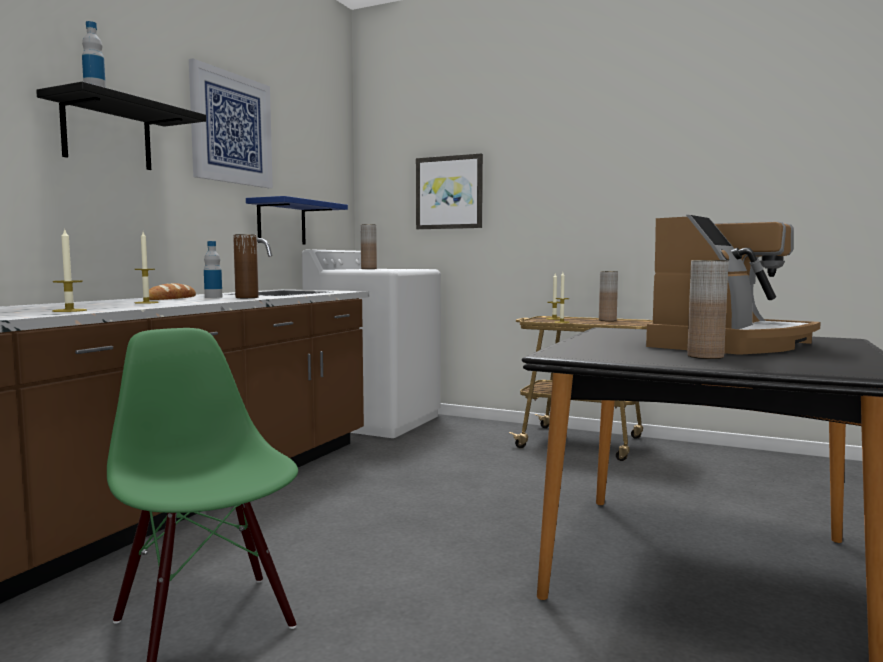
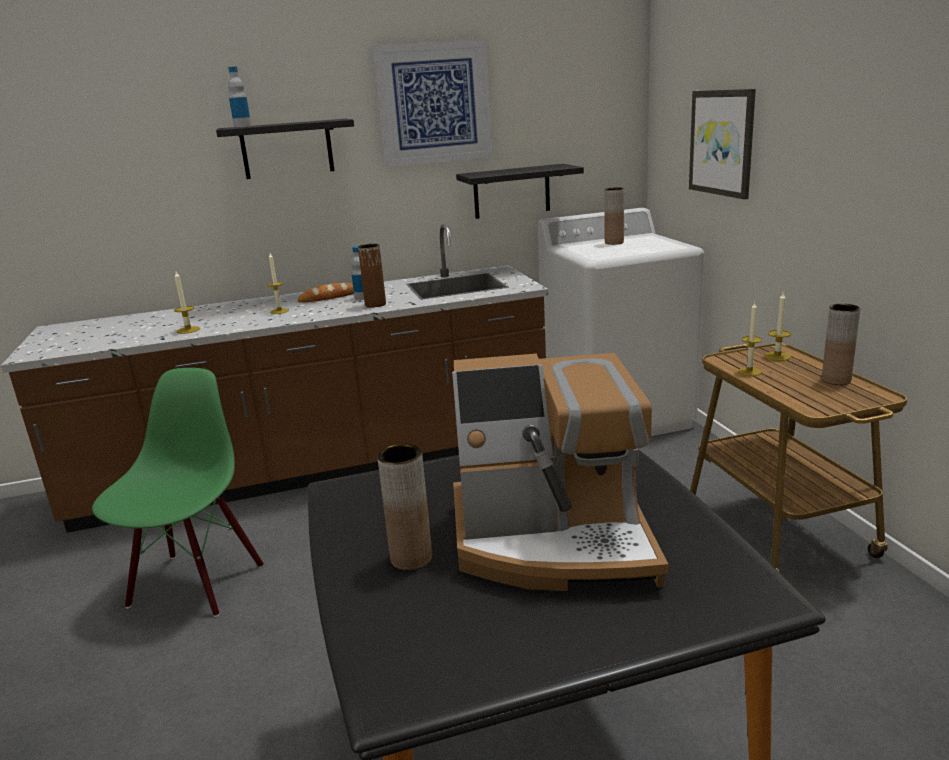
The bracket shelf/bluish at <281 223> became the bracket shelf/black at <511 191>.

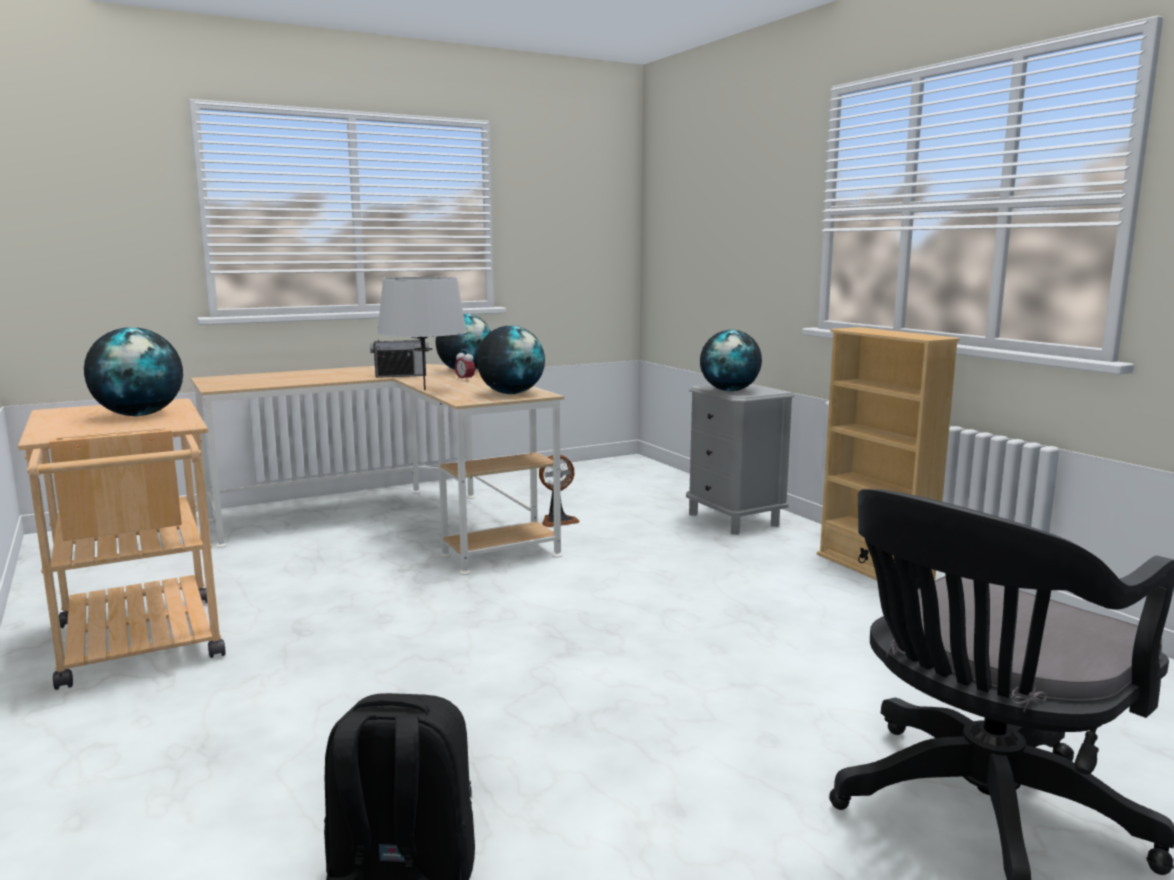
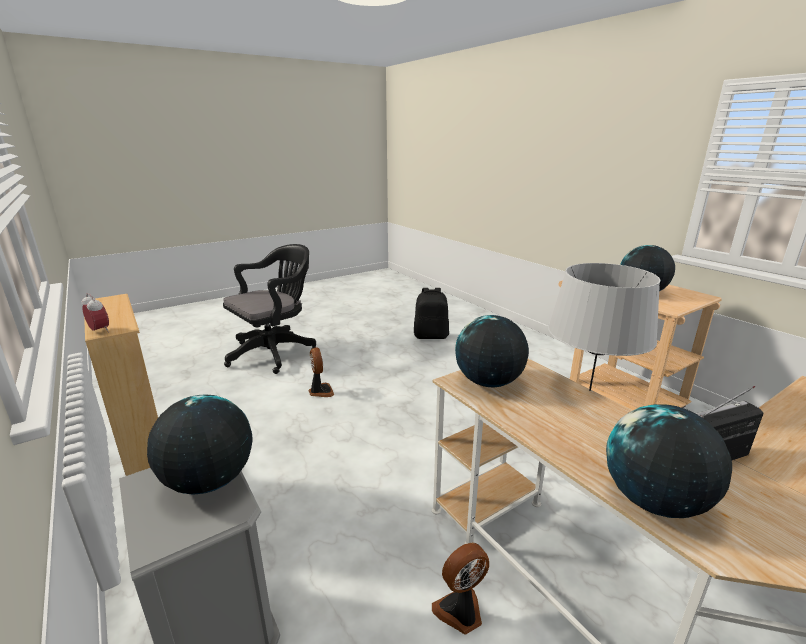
The alarm clock moved from <465 380> to <100 331>. The cooling fan at <320 391> appeared.

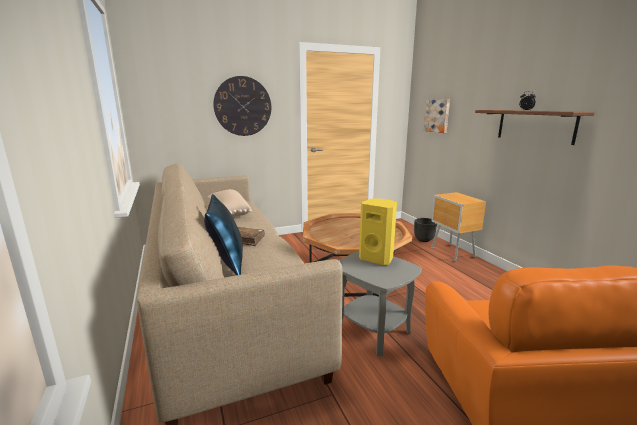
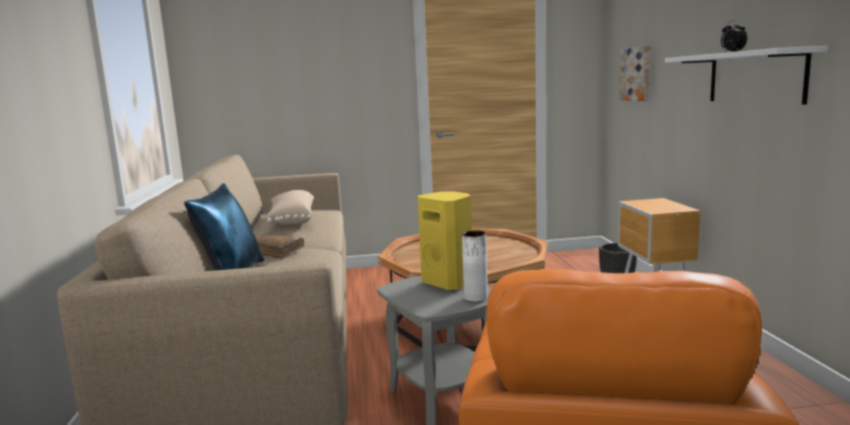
The flower vase/whitish at <475 297> appeared. The bracket shelf/brown at <535 126> became the bracket shelf/whitish at <755 77>. The hanging clock at <243 106> disappeared.

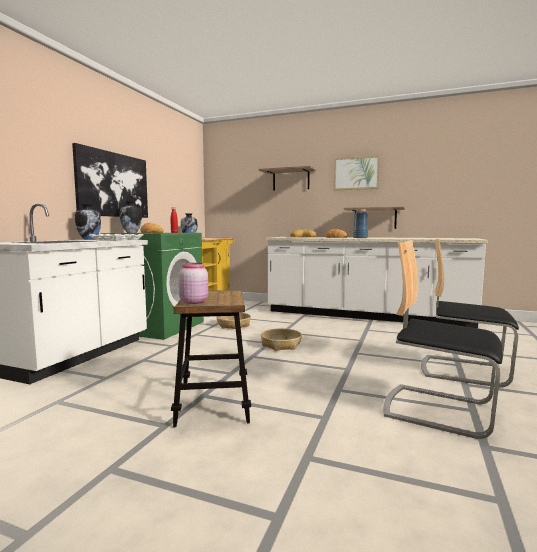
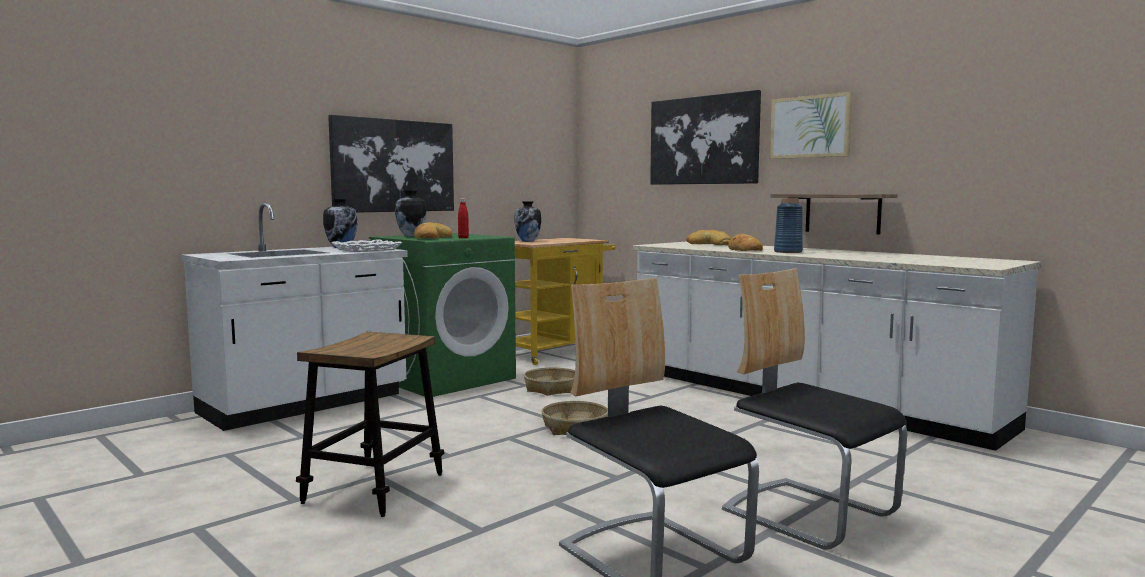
The bracket shelf at <291 180> was replaced by the picture at <703 140>. The preserve jar/pinkish at <194 302> disappeared.

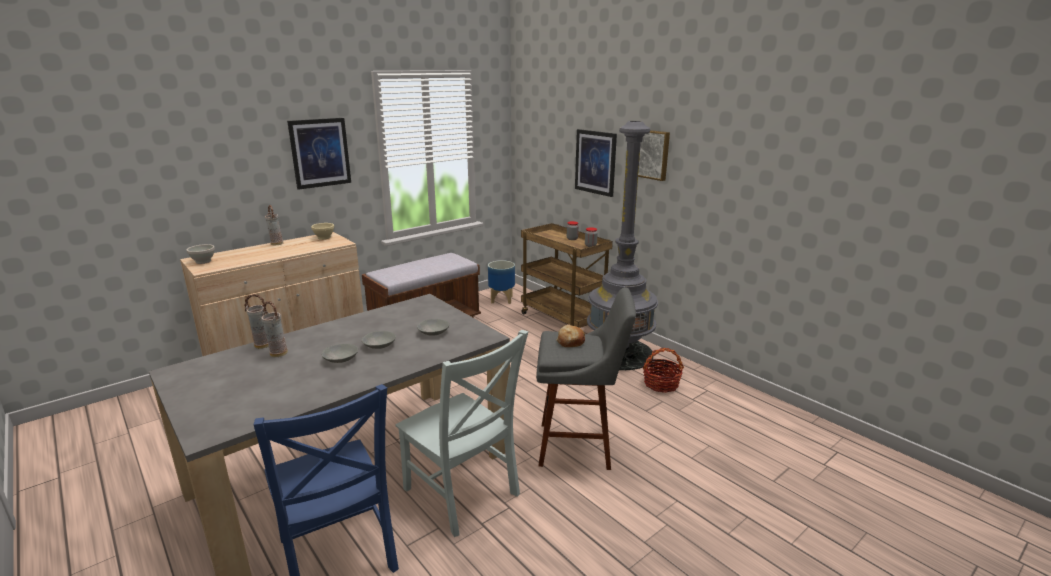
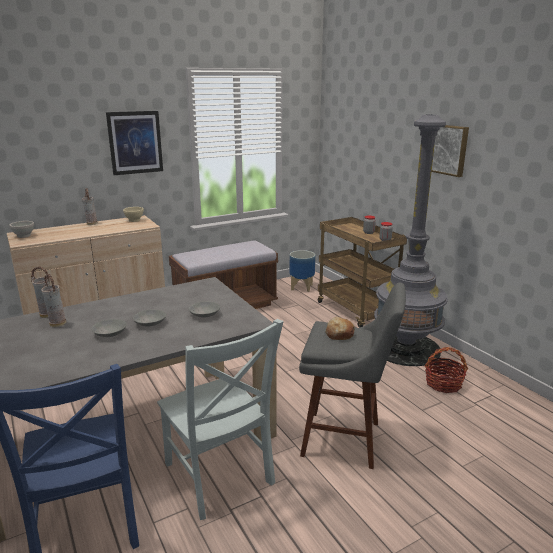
The picture at <595 162> disappeared.

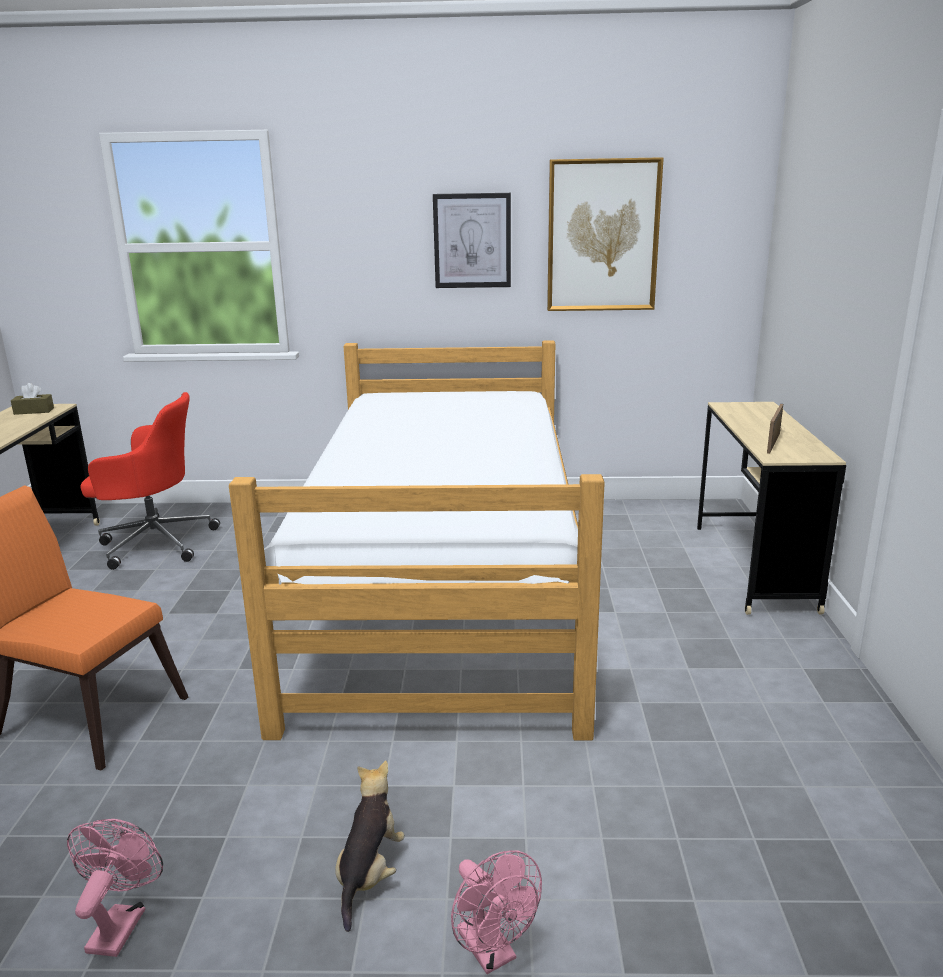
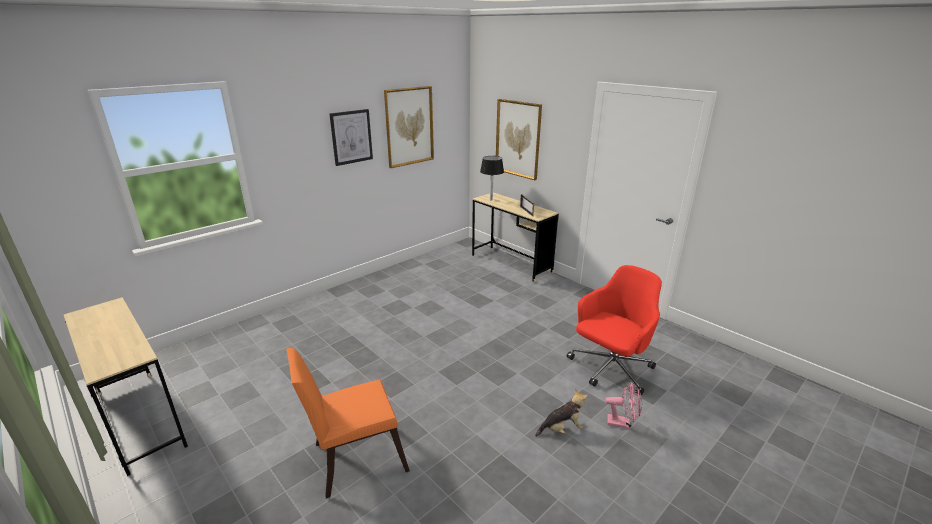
The tabletop lamp/black at <491 199> appeared. The picture at <518 139> appeared. The cuddly toy at <369 873> turned 105 degrees clockwise. The office chair/red moved from <154 543> to <610 369>. The tissue box/brown at <34 411> disappeared. The cooling fan/pinkish at <120 923> disappeared. The bedroom bed at <445 590> disappeared.

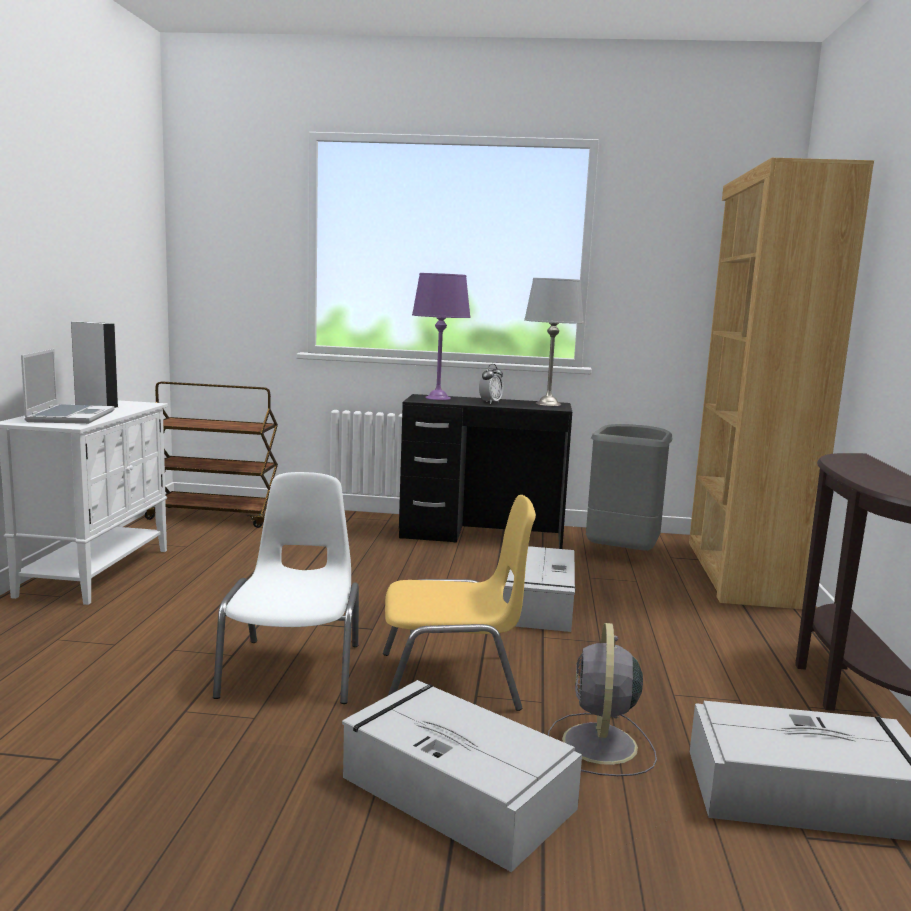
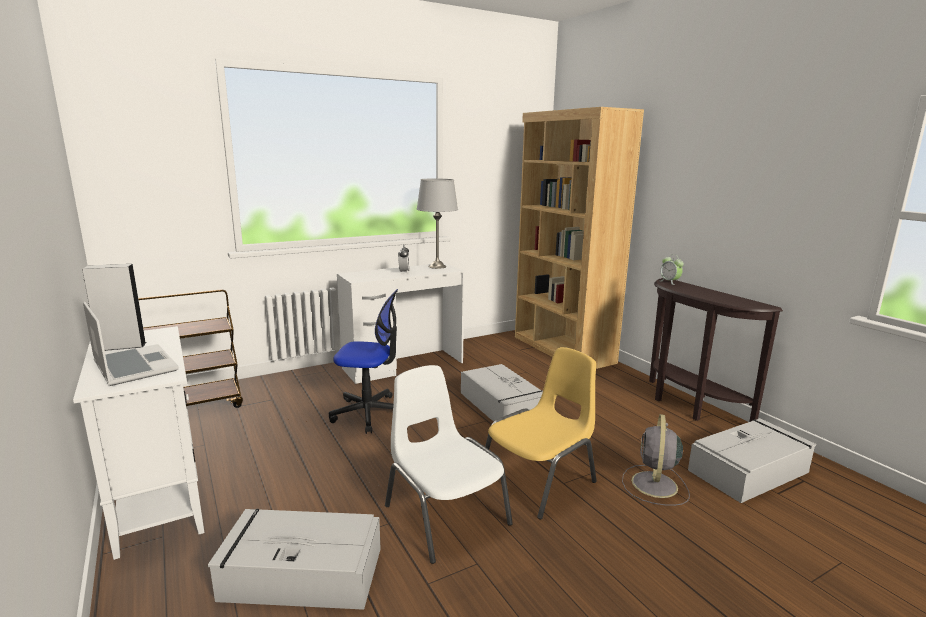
The storage bin/grey moved from <454 791> to <300 573>. The office chair at <369 413> appeared. The desk/black at <482 535> became the desk/whitish at <403 365>. The cooling fan/grey at <599 745> turned 45 degrees clockwise. The alarm clock at <669 282> appeared. The tabletop lamp/purple at <437 398> disappeared. The rubbish bin/grey at <622 554> disappeared.

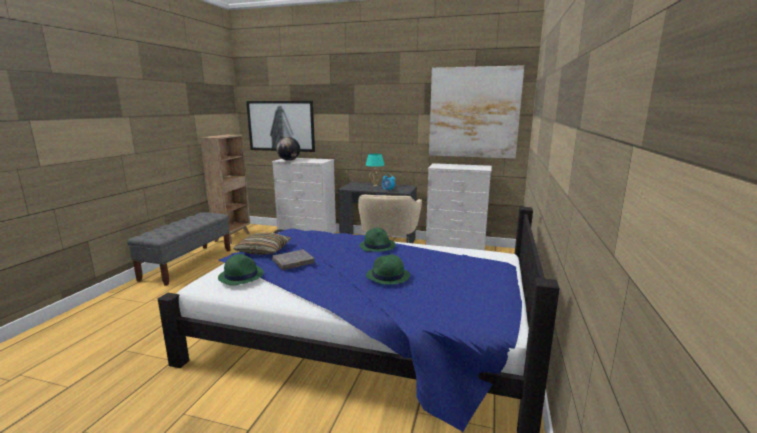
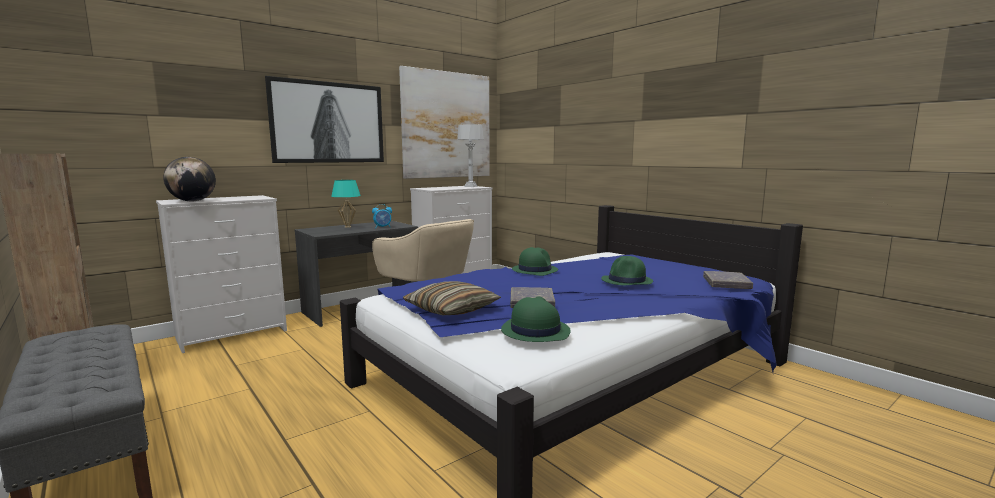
The picture moved from <281 126> to <328 122>. The tabletop lamp/grey at <471 186> appeared. The volume/grey at <726 283> appeared.

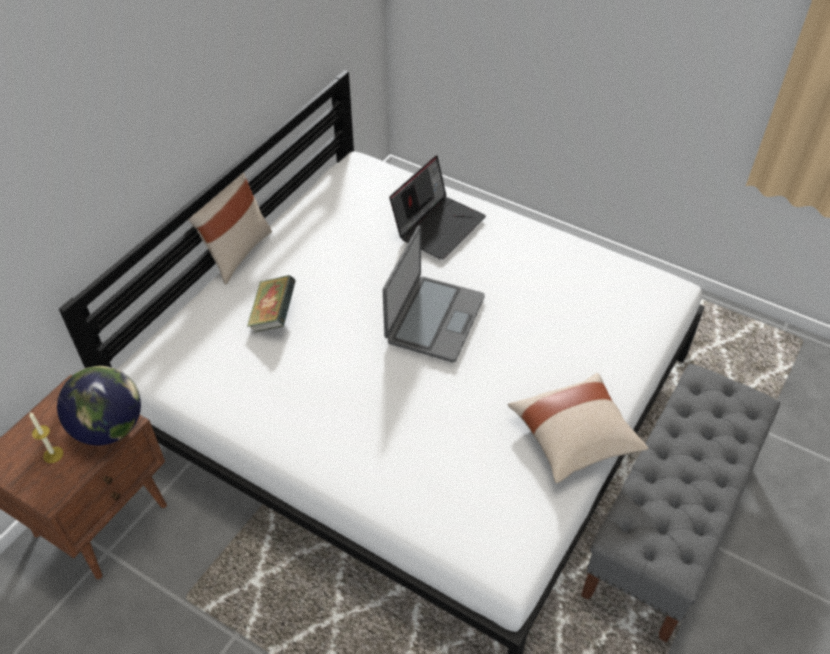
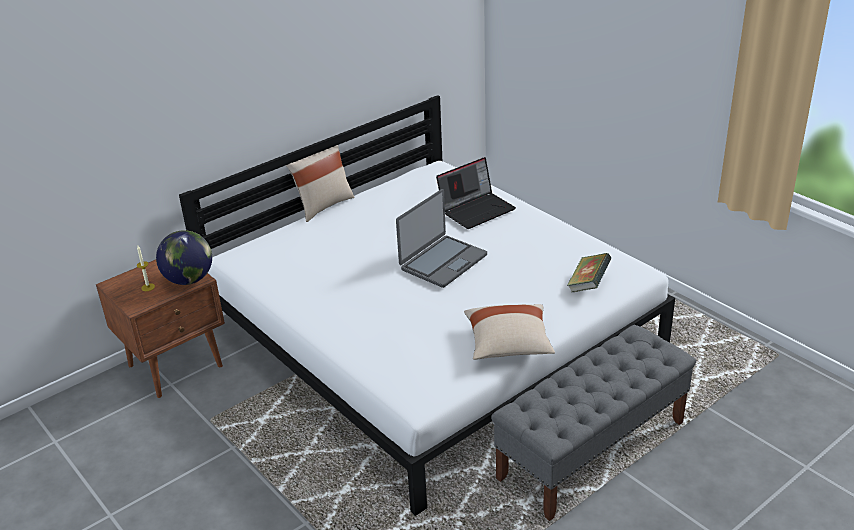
The volume moved from <273 316> to <588 284>.

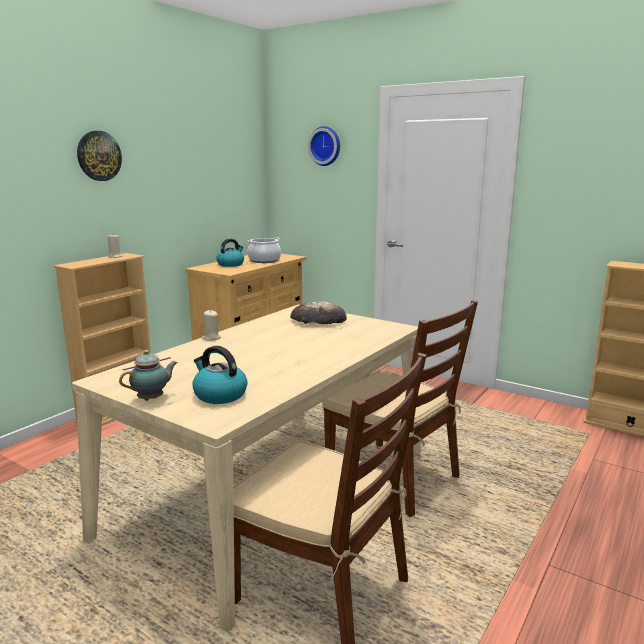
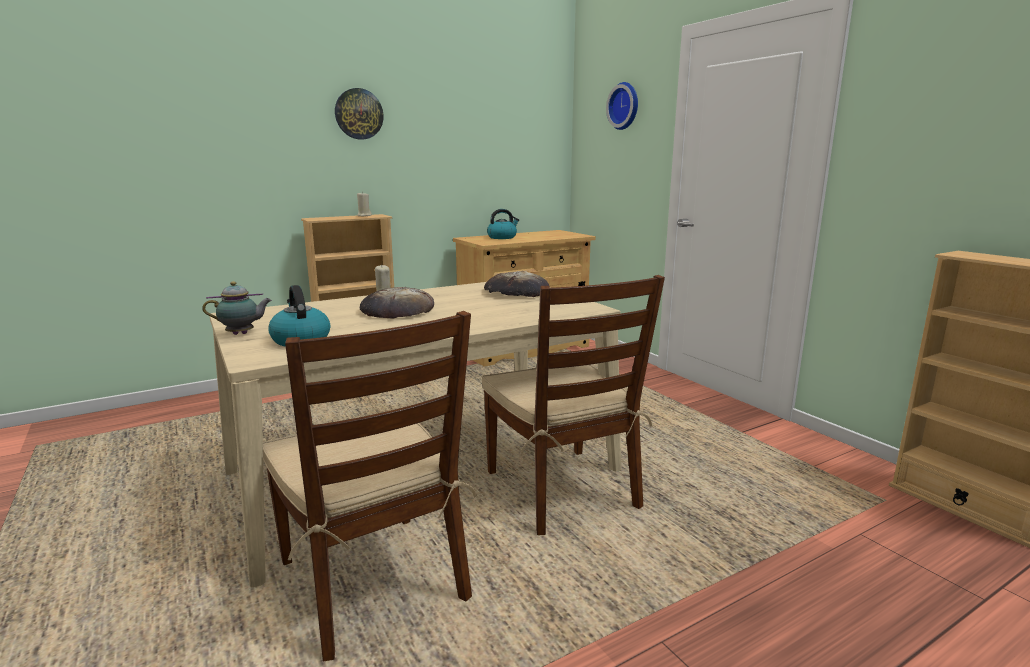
The baked bread at <397 310> appeared. The cooking pot at <264 260> disappeared.

